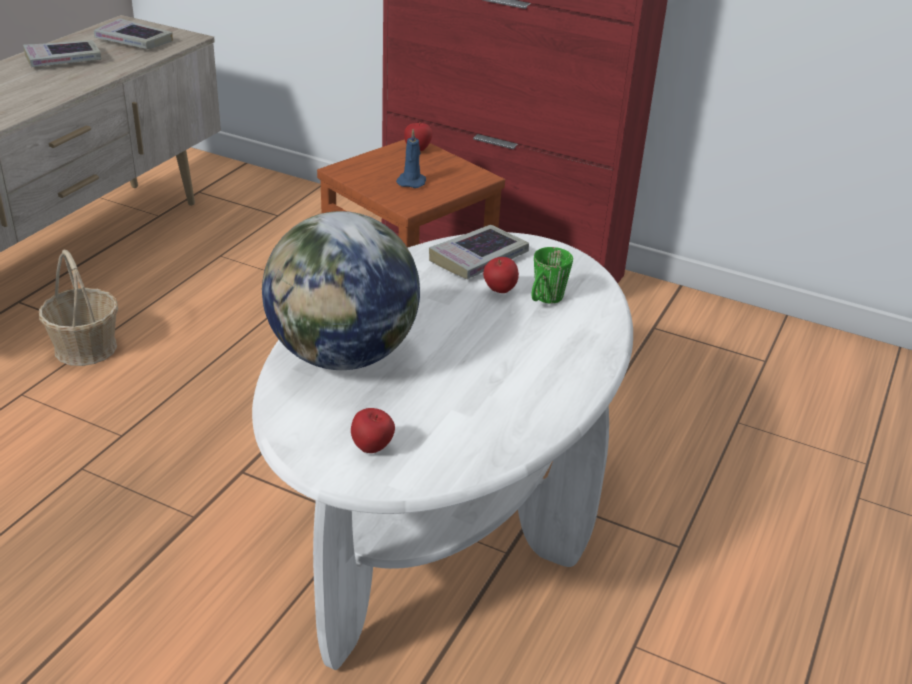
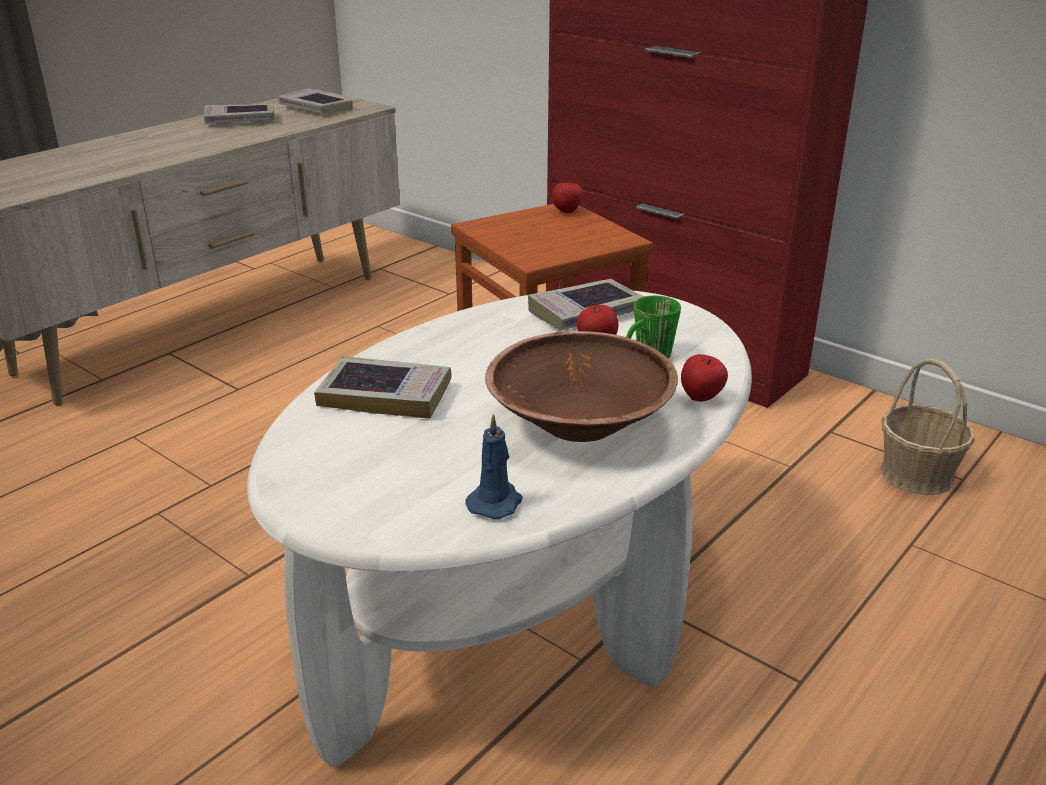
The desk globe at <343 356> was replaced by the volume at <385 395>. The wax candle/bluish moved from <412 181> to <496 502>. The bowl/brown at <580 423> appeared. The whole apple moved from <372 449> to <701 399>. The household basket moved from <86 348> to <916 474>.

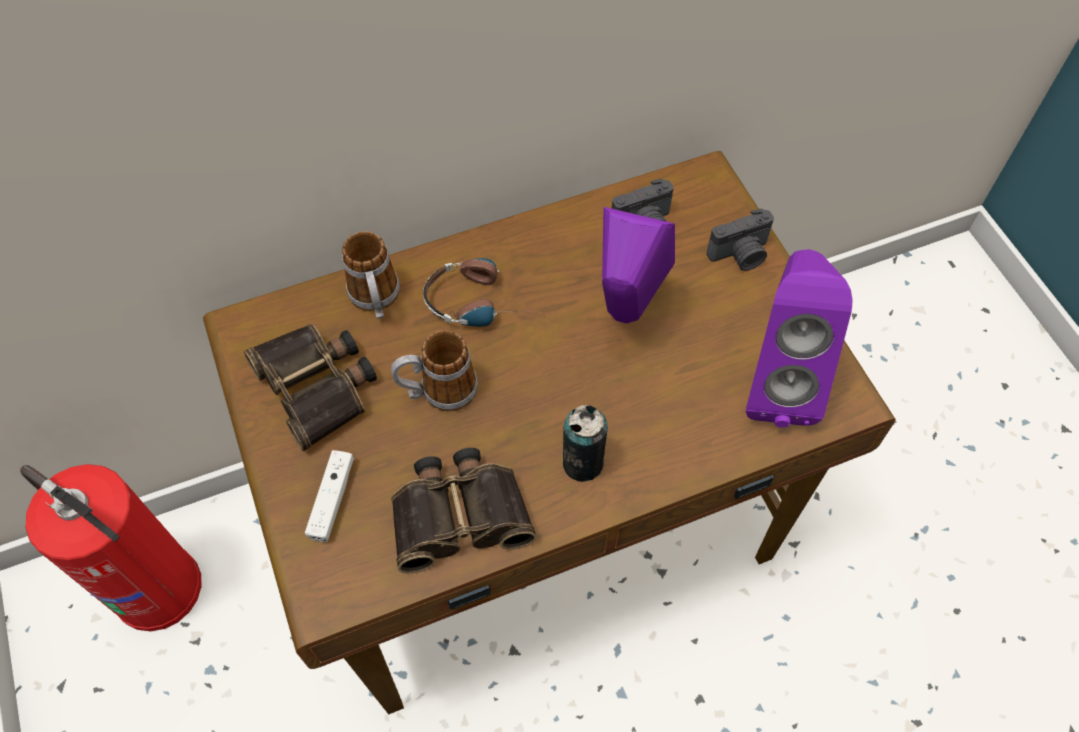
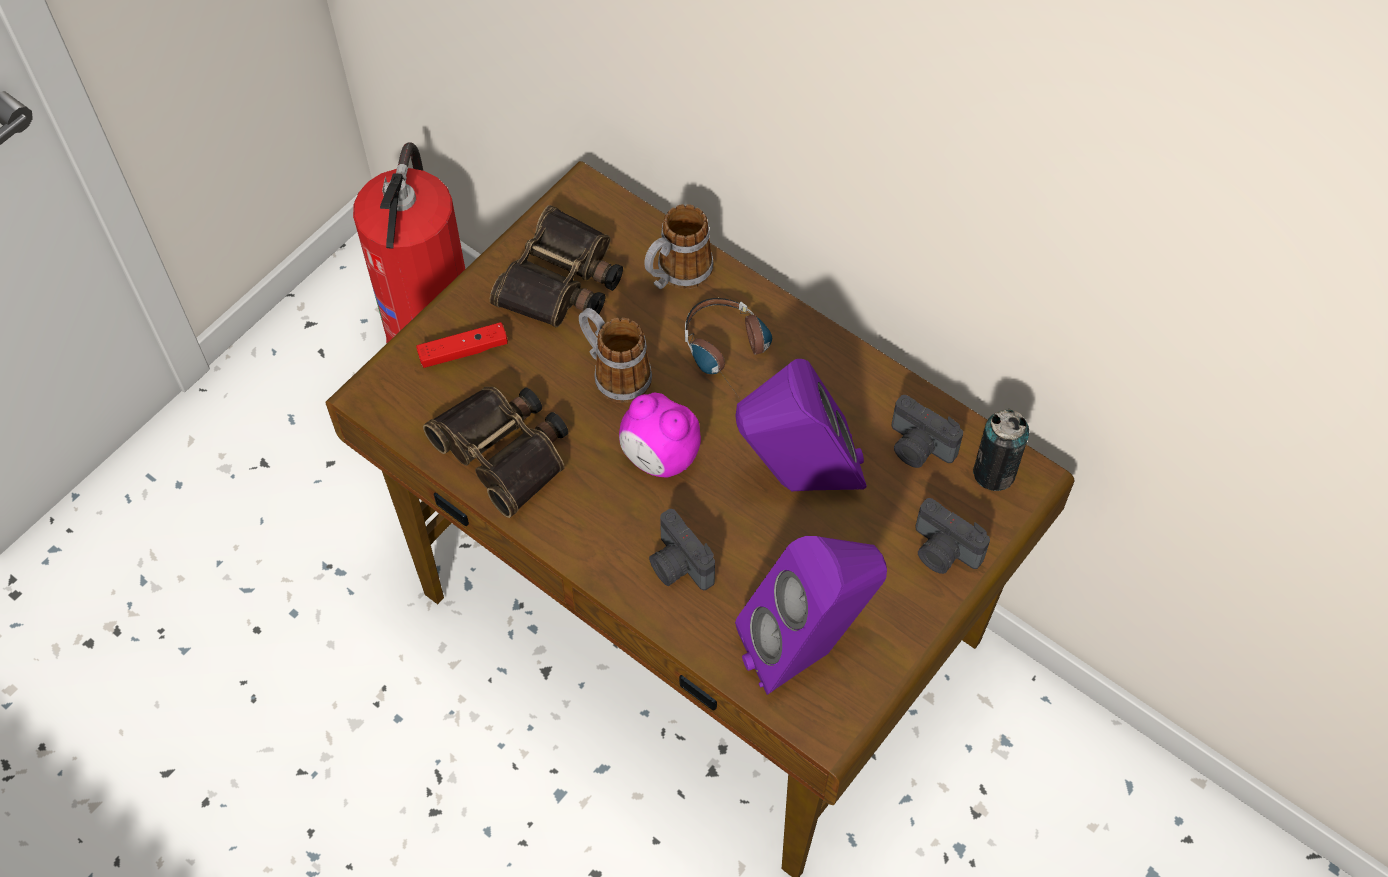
The gamepad/whitish at <332 500> became the gamepad/red at <463 351>. The alarm clock at <659 458> appeared. The photo camera at <678 566> appeared. The can moved from <582 463> to <994 473>.

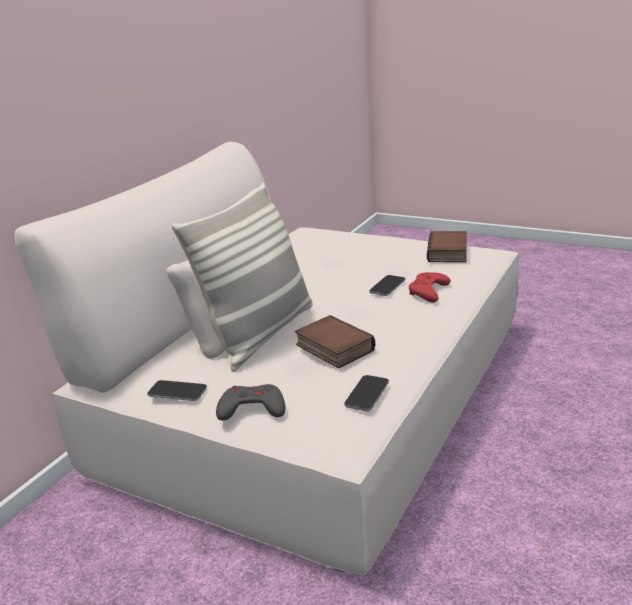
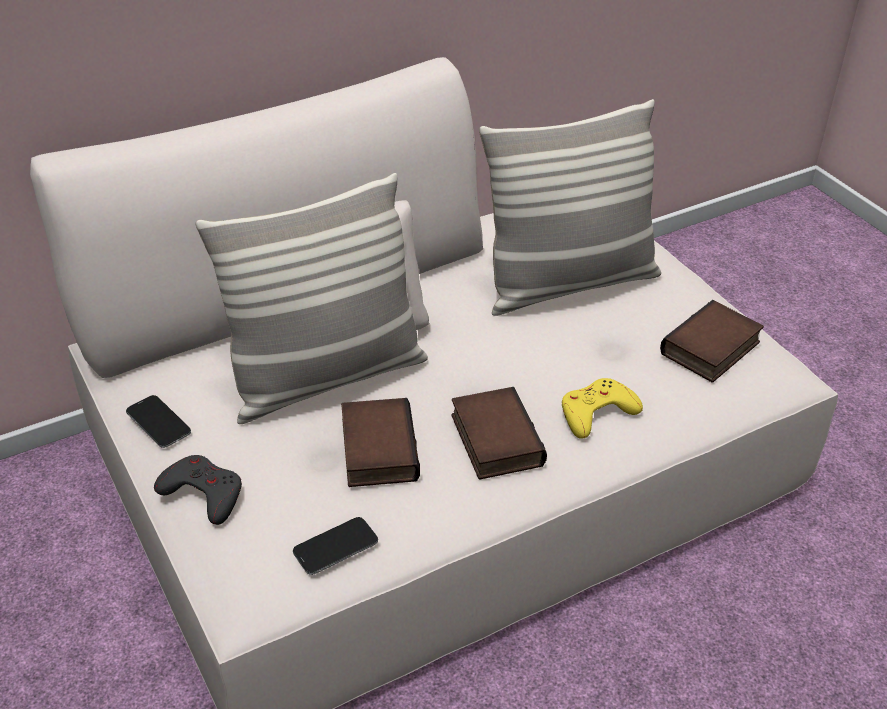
The volume at <493 439> appeared. The pillow at <568 283> appeared. The gamepad/red at <428 291> became the gamepad/yellowish at <596 413>. The handset at <387 286> disappeared.

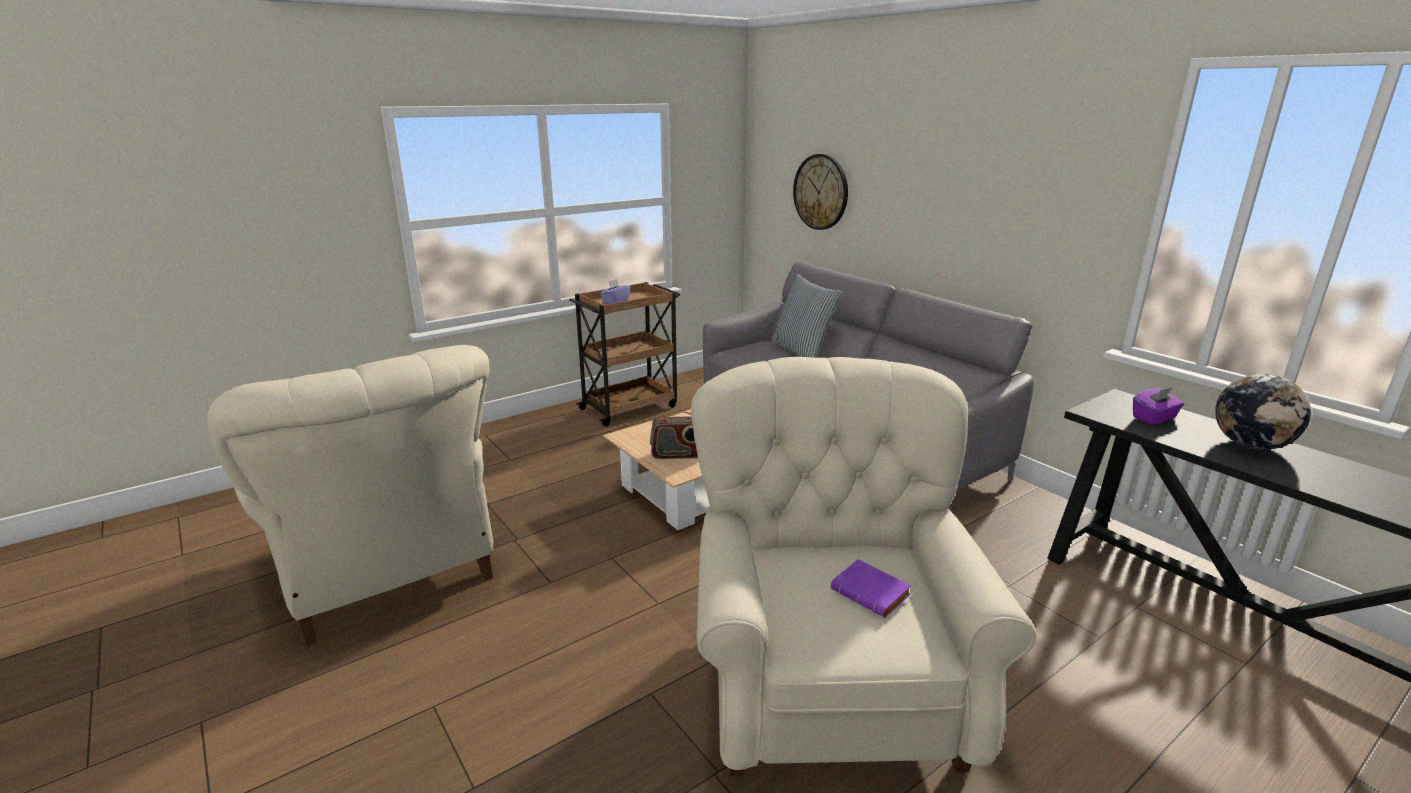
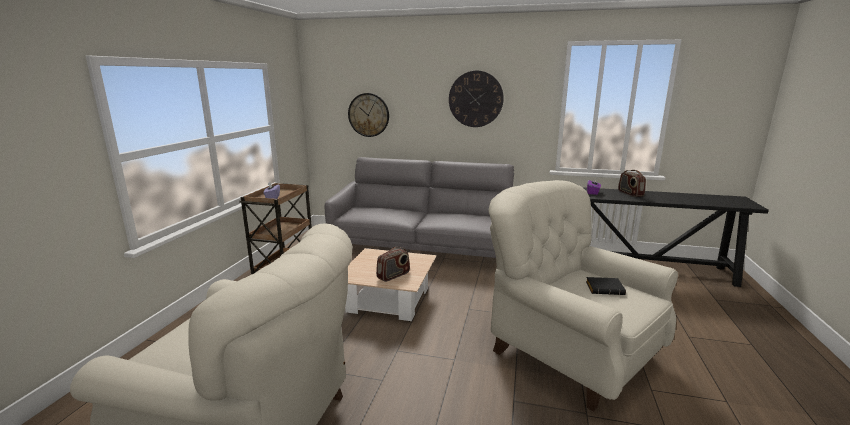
The hanging clock at <475 99> appeared. The volume/purple at <872 594> became the volume/black at <605 289>. The desk globe at <1250 445> was replaced by the radio receiver at <630 194>. The pillow at <802 352> disappeared.

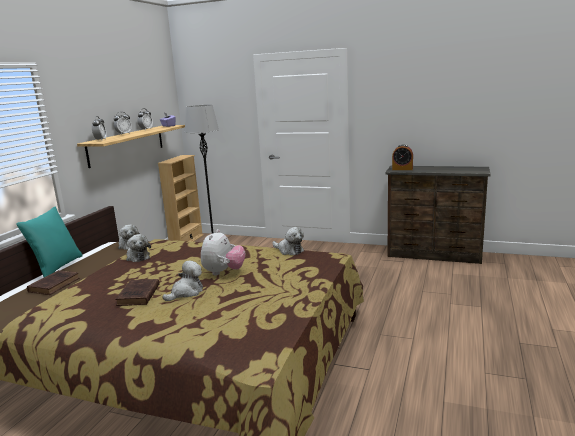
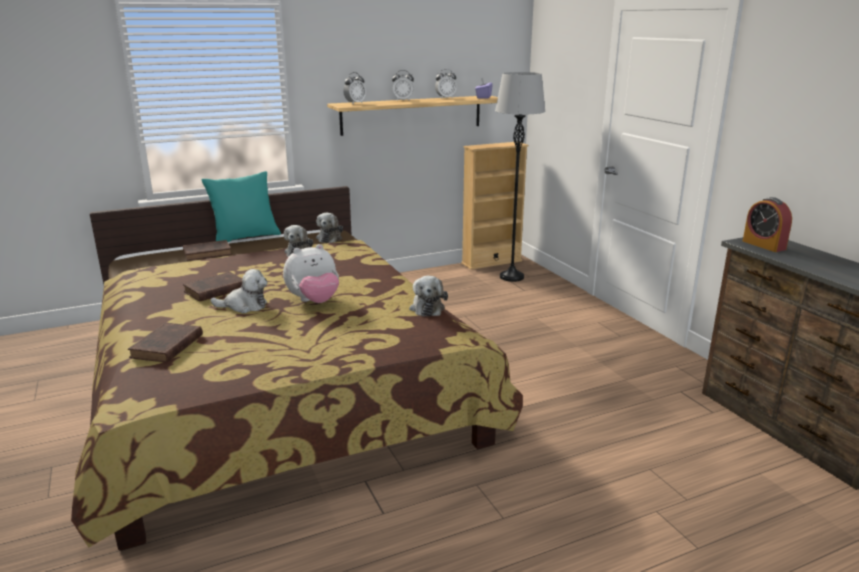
The volume/brown at <166 347> appeared.

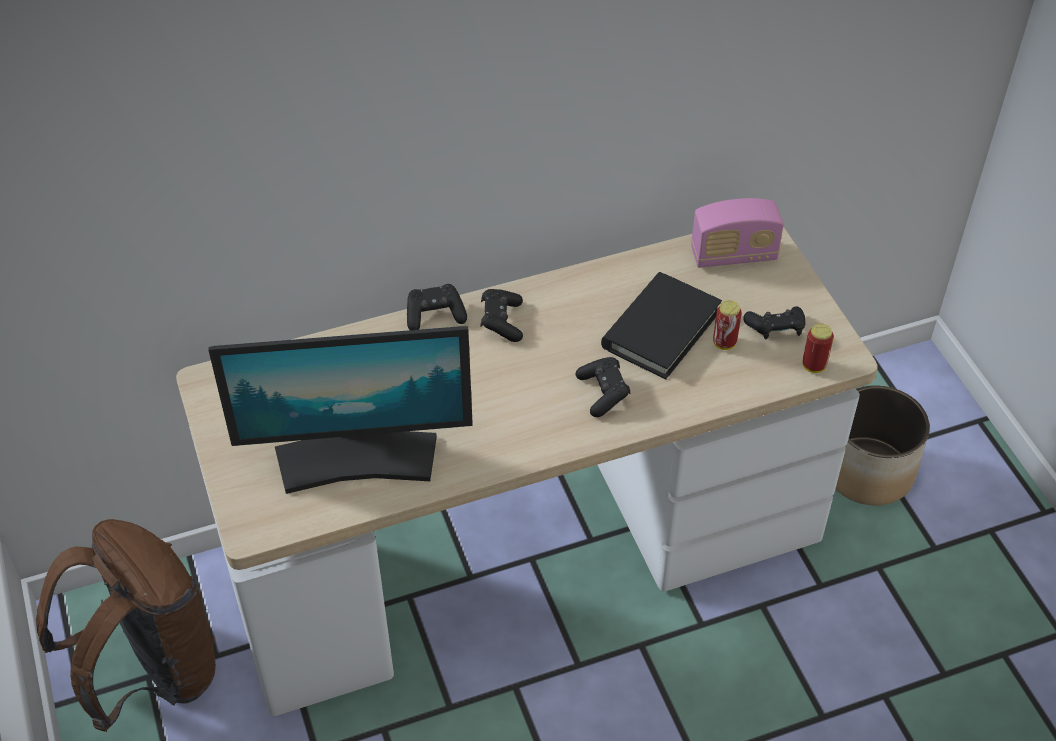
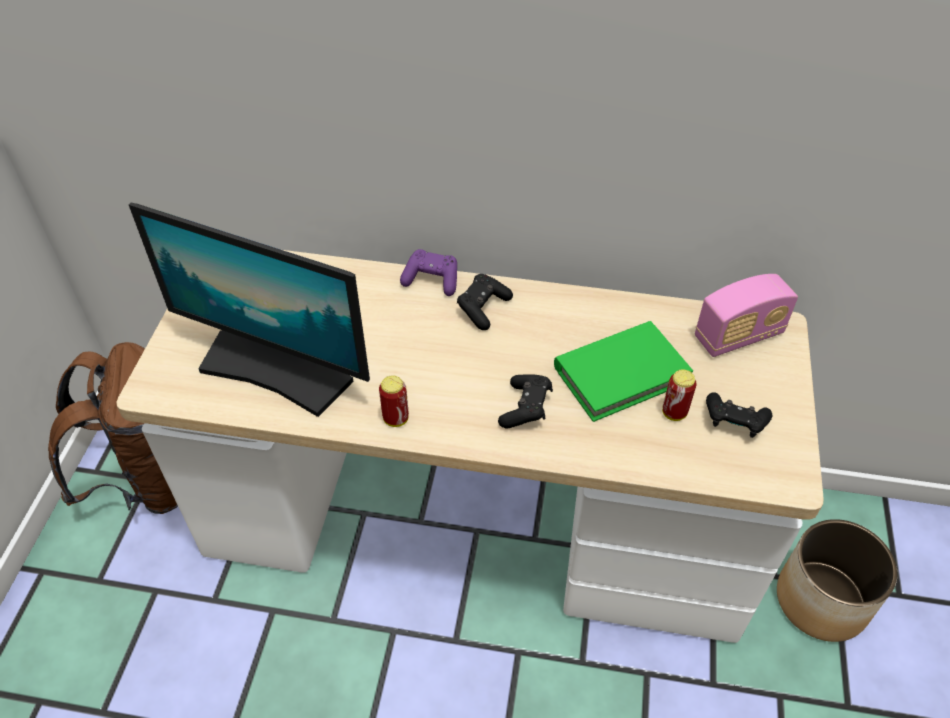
The can moved from <814 366> to <396 418>. The gamepad/black at <435 315> became the gamepad/purple at <432 280>. The volume/black at <661 329> became the volume/green at <621 374>. The radio receiver at <733 255> turned 45 degrees counterclockwise.

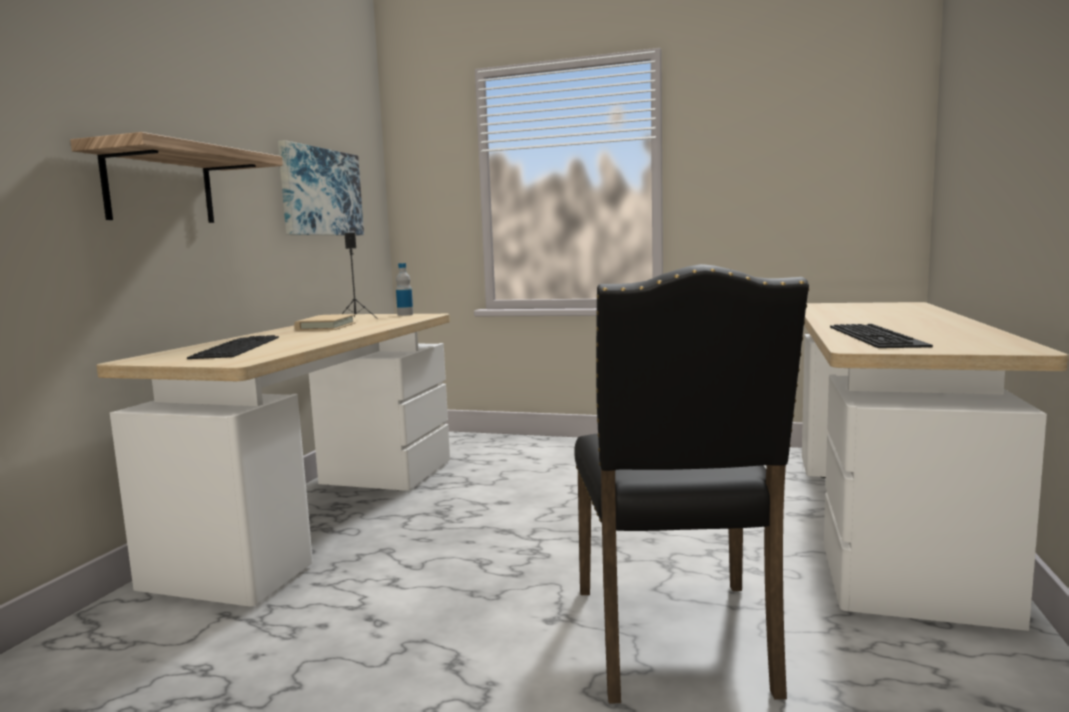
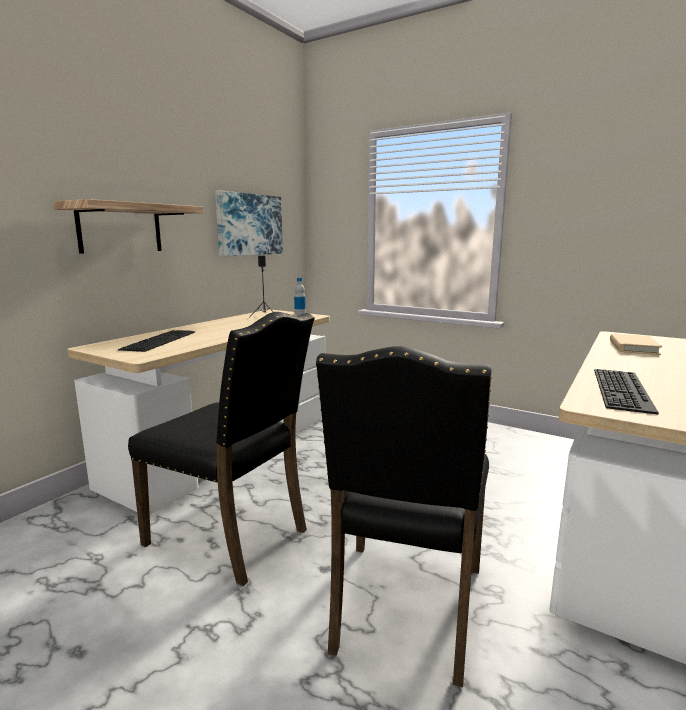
The plain chair/black at <232 536> appeared. The volume/beige moved from <326 327> to <633 347>.

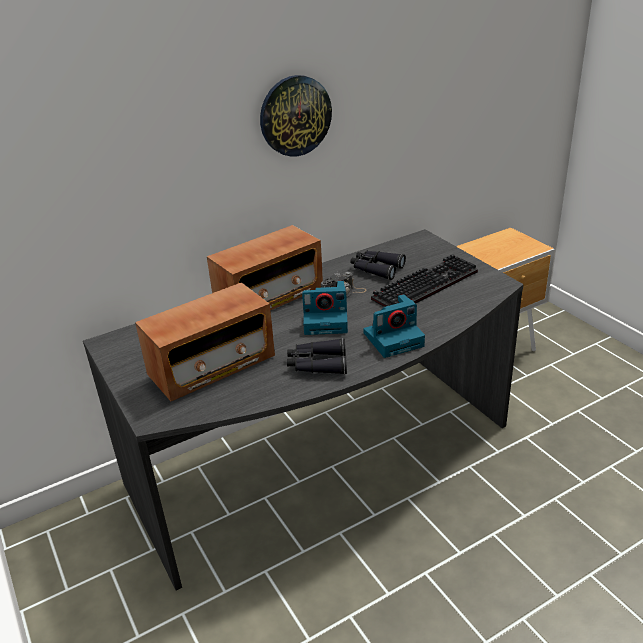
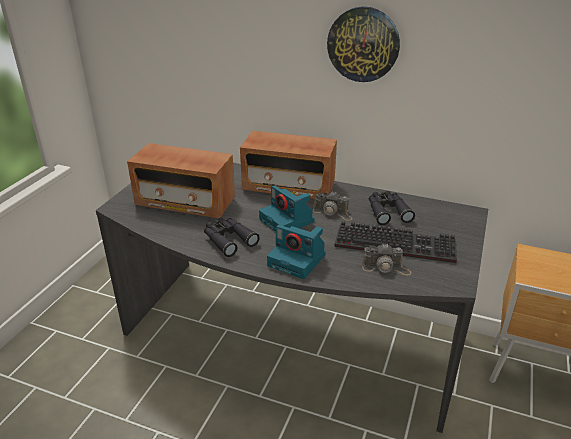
The photo camera at <386 267> appeared.

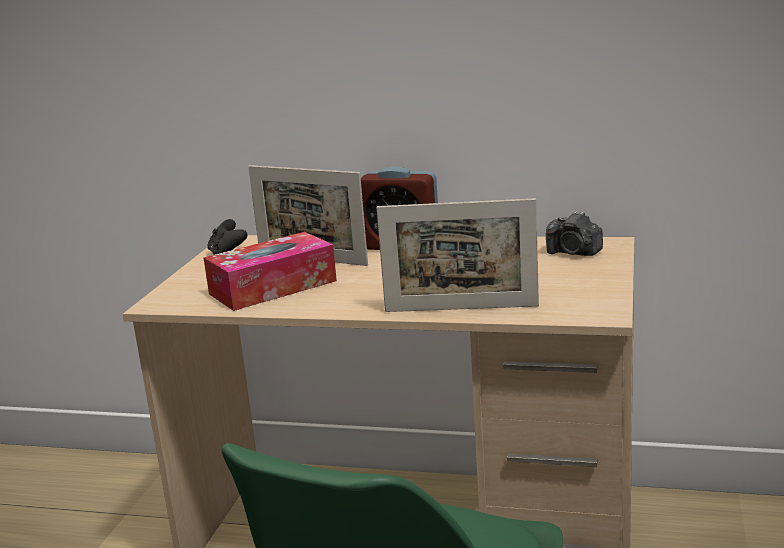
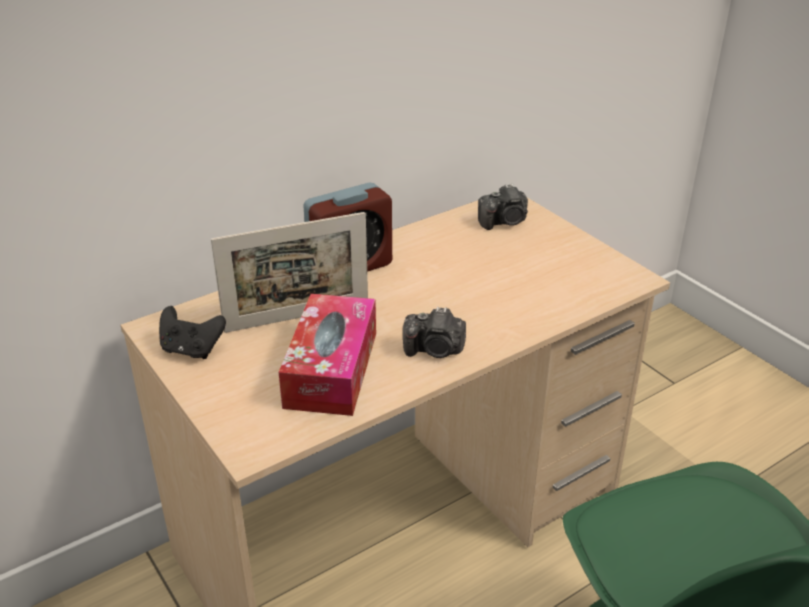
The photo camera at <435 350> appeared. The photo frame at <461 308> disappeared.

